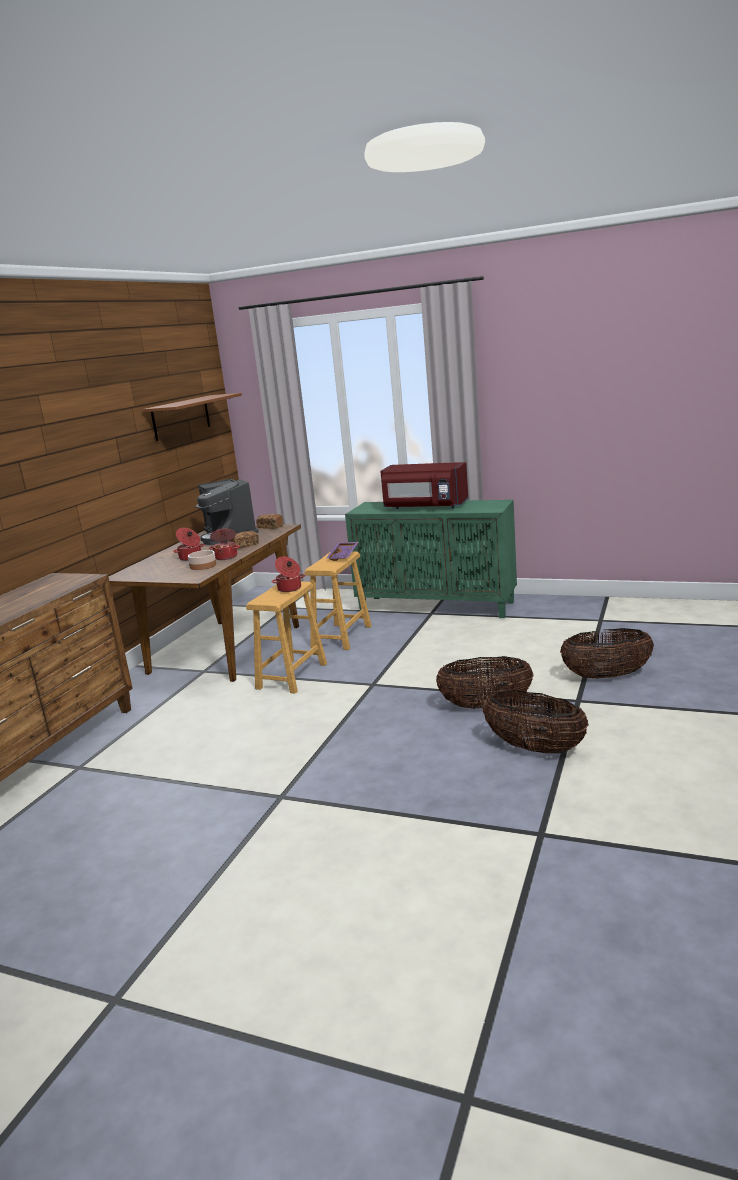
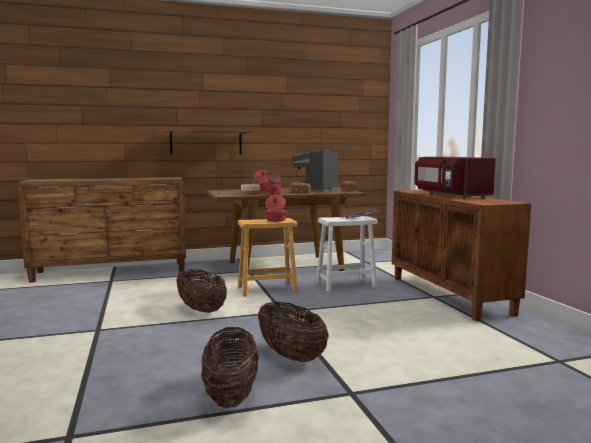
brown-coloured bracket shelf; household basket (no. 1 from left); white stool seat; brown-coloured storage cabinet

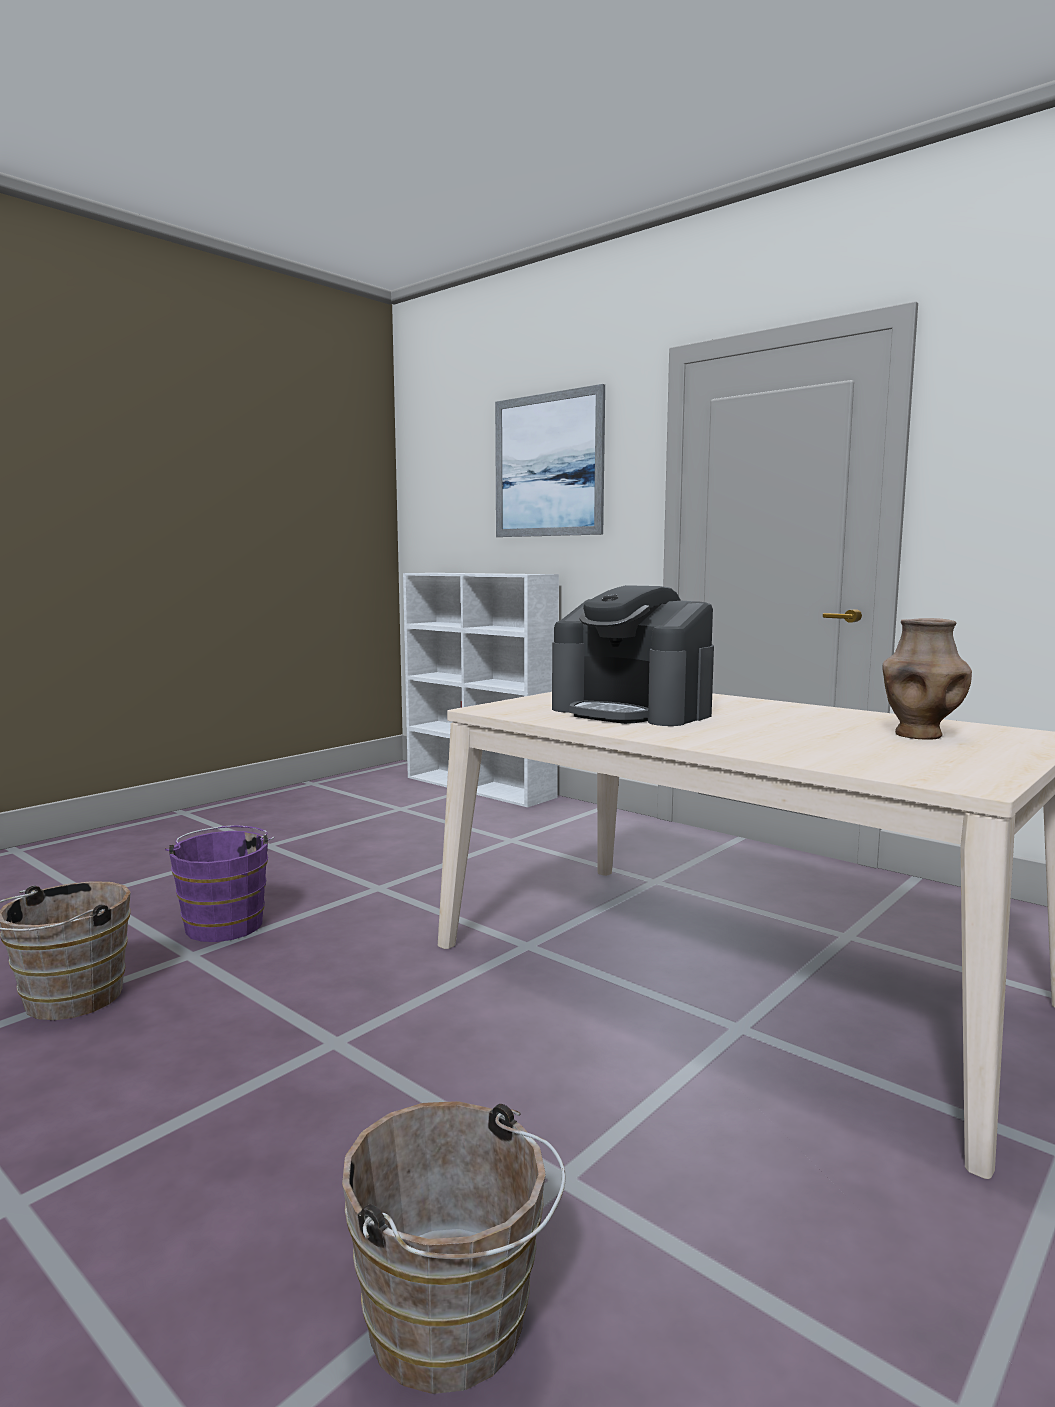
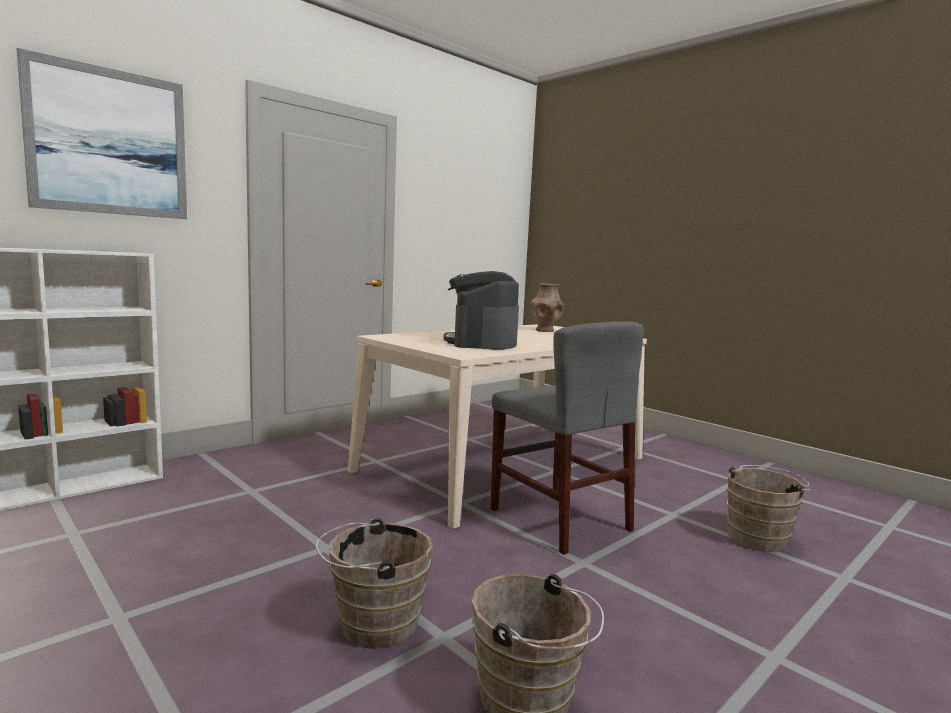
brown-coloured bucket (no. 1 from left); coffee machine; grey upright chair

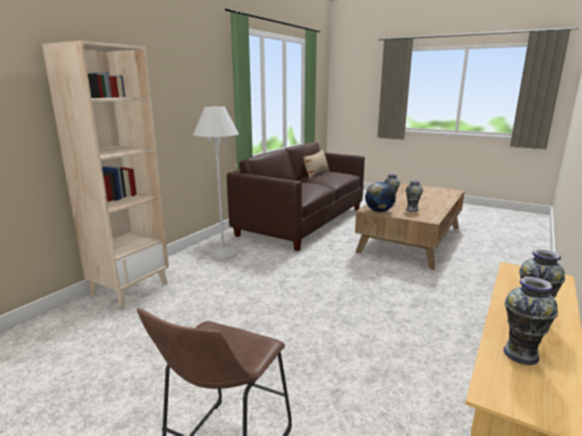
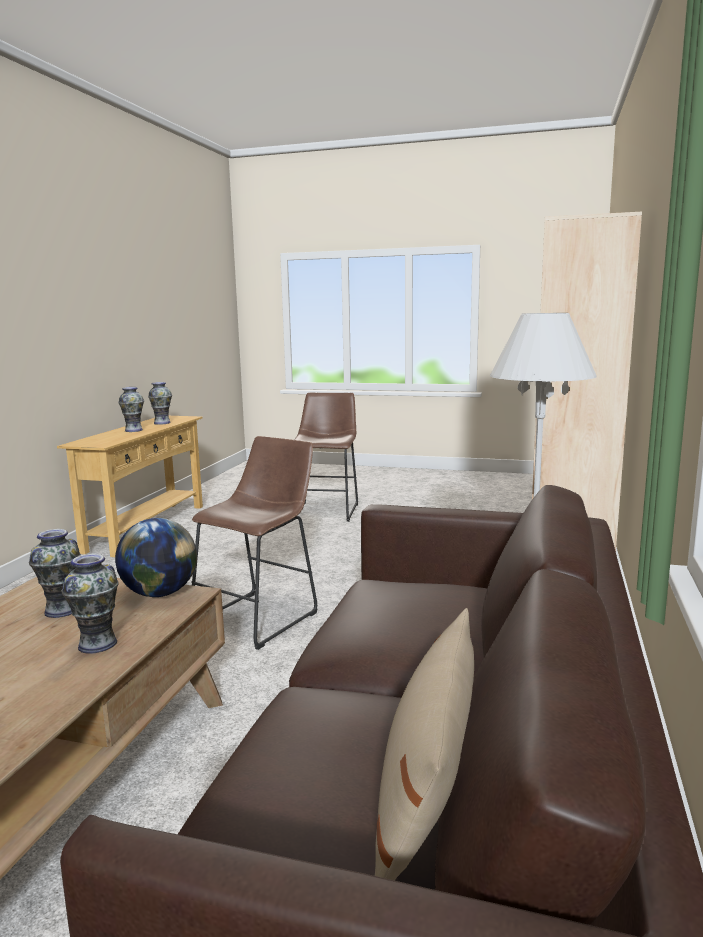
brown-coloured stool seat (no. 1 from left)

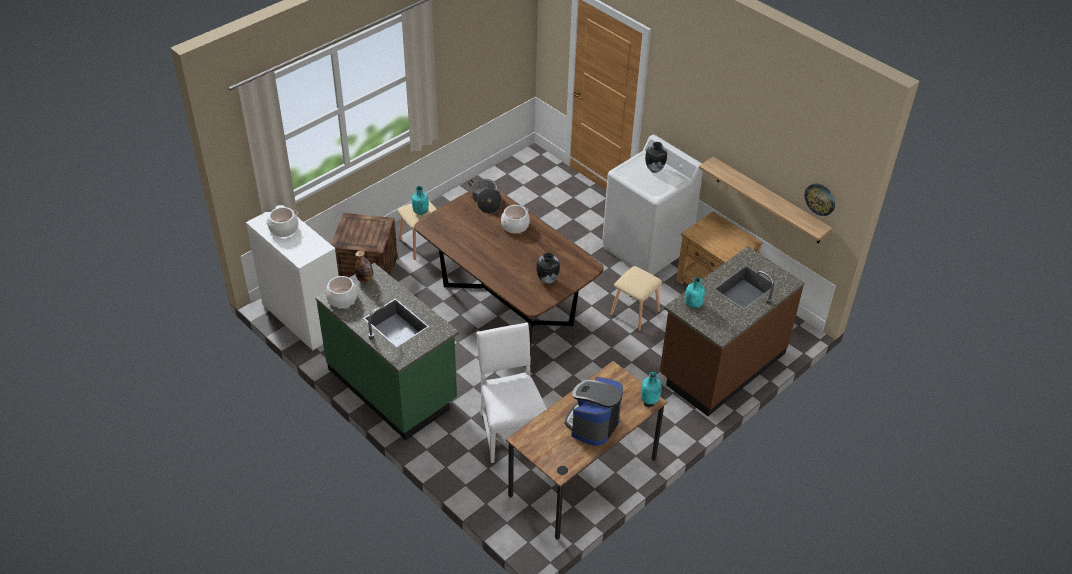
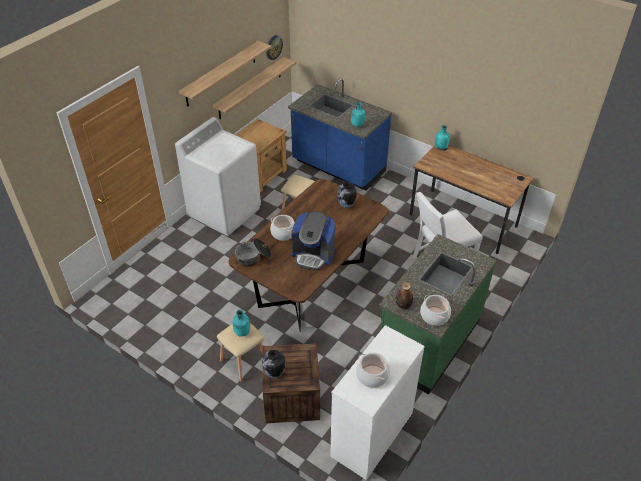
bracket shelf (no. 1 from left); decorative vase (no. 1 from left); bluish kitchen base unit; coffee machine

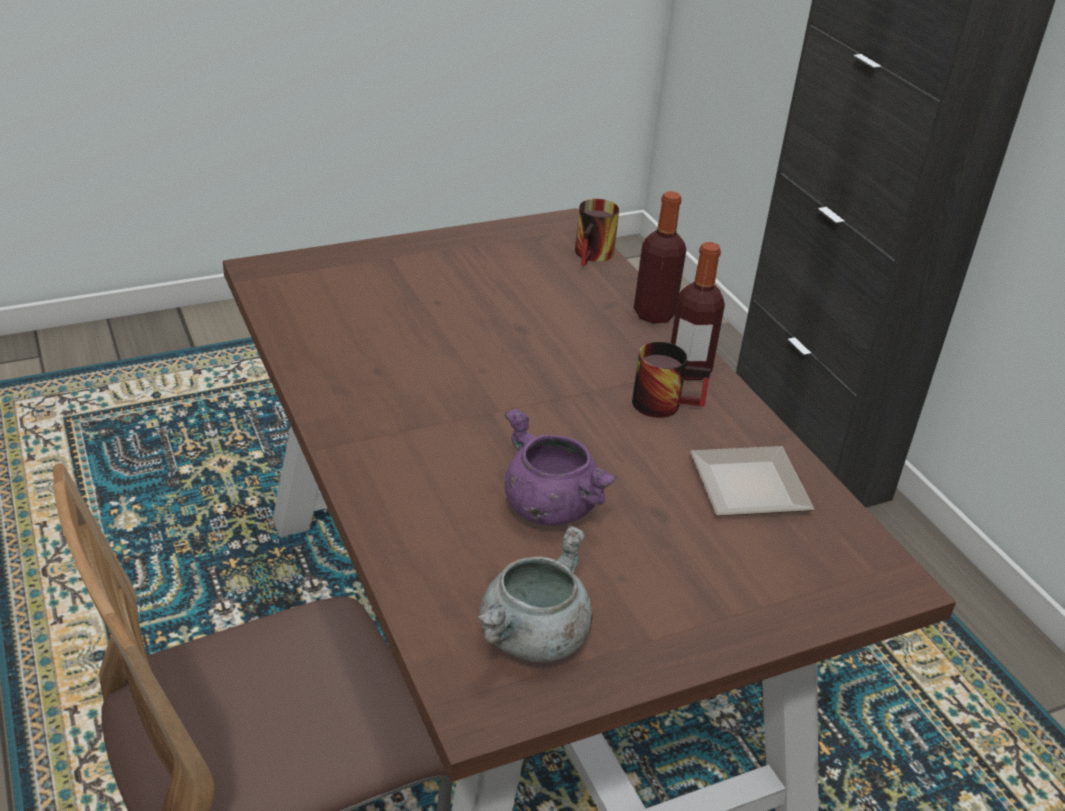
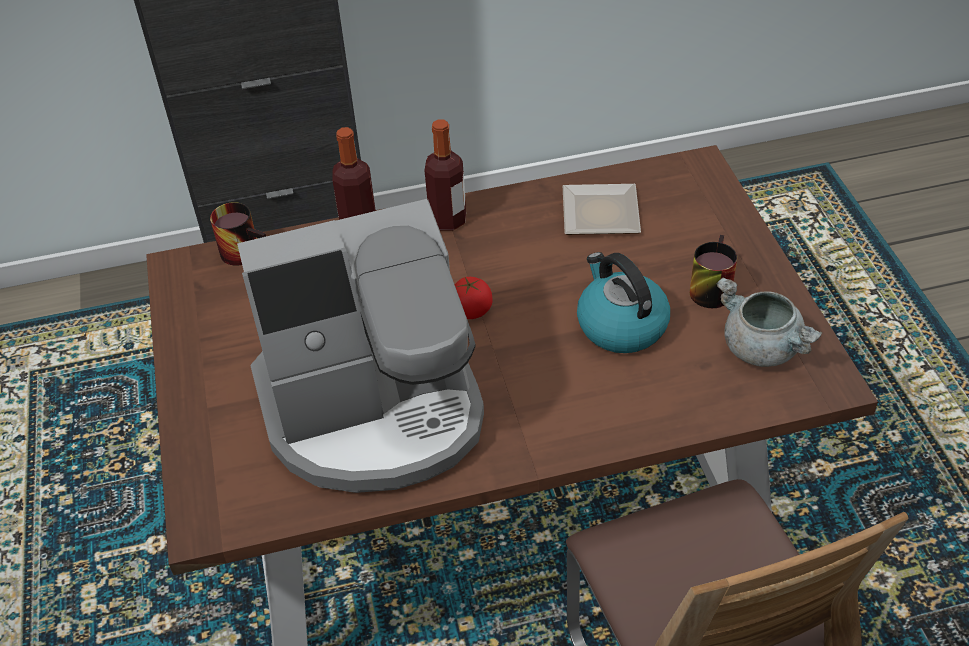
coffee machine; tomato; kettle; coffee mug (no. 2 from left)

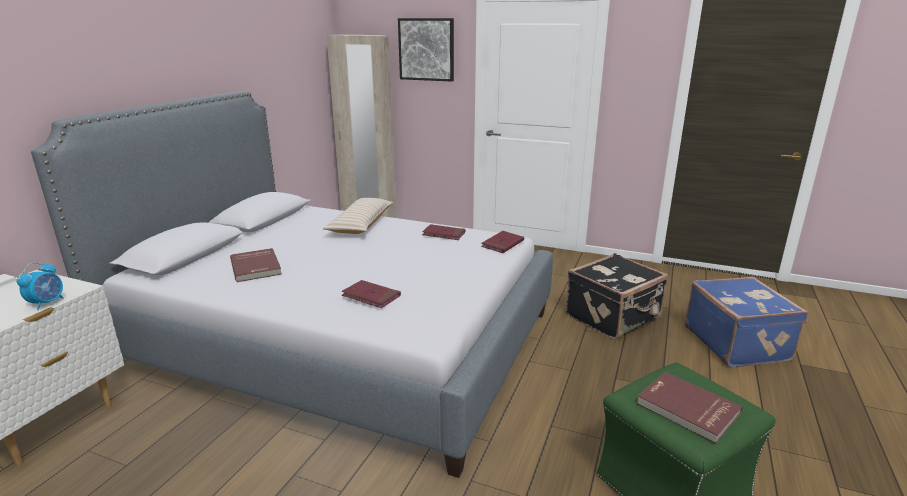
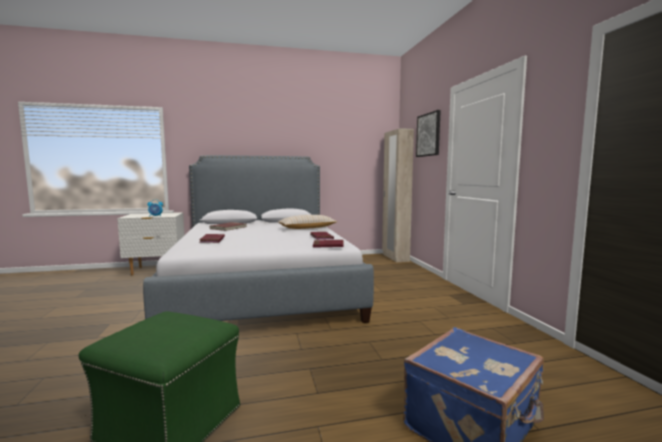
blackish piece of luggage; red bound book (no. 5 from left in the first image)

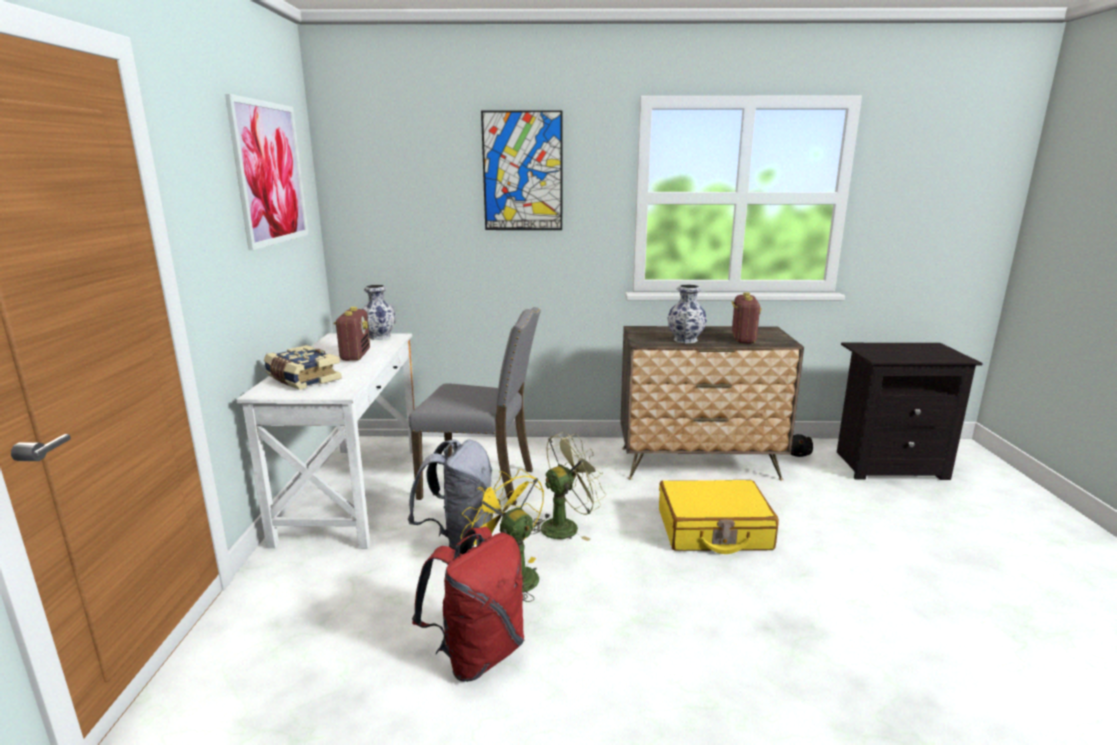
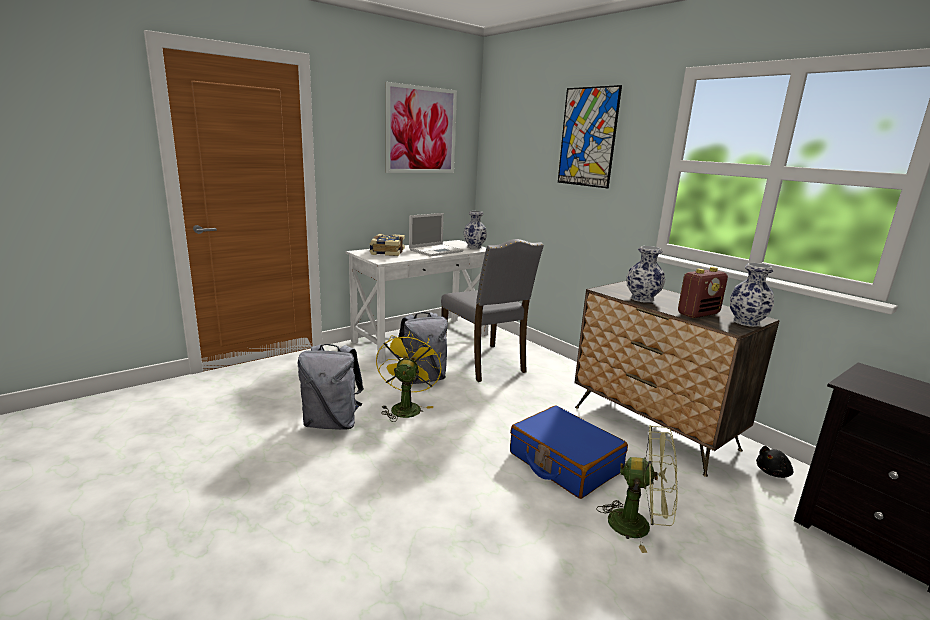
grey backpack (no. 1 from left); notebook computer; bluish piece of luggage; green-coloured fan; decorative vase (no. 3 from left)

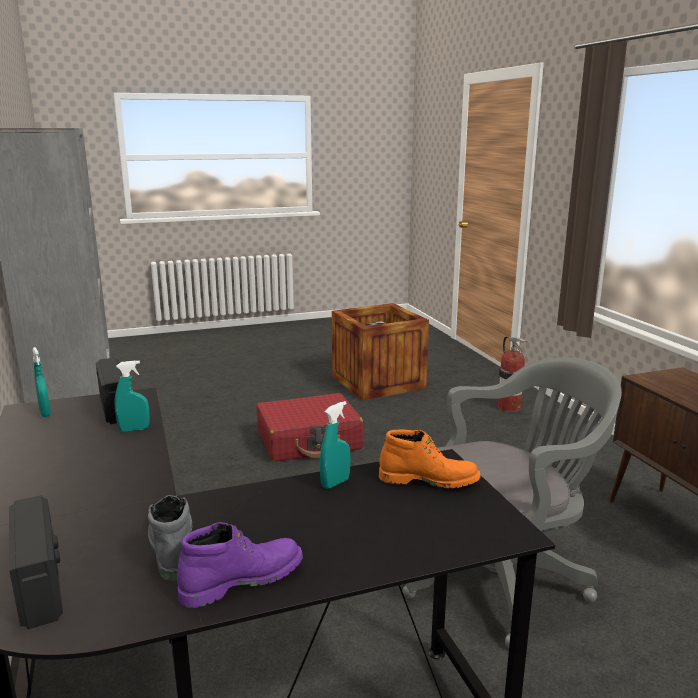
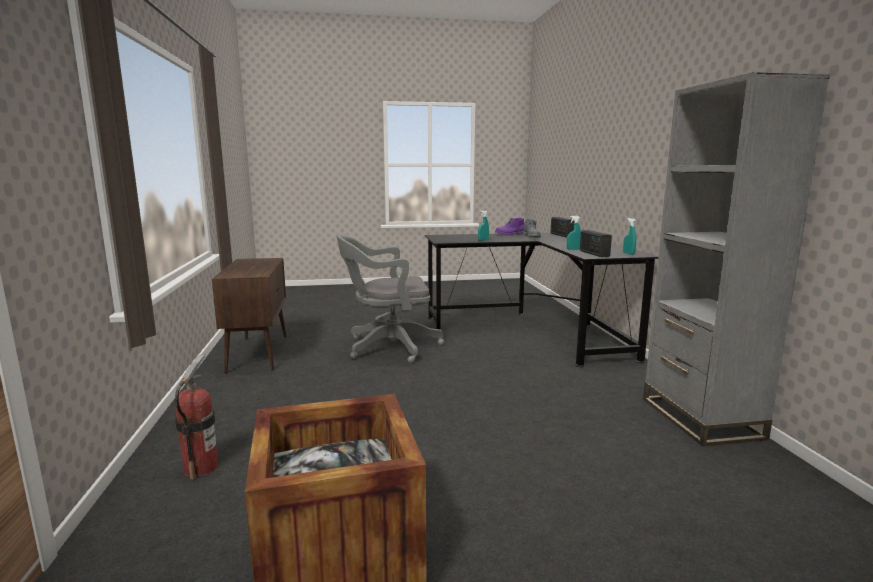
red piece of luggage; orangey tall boot

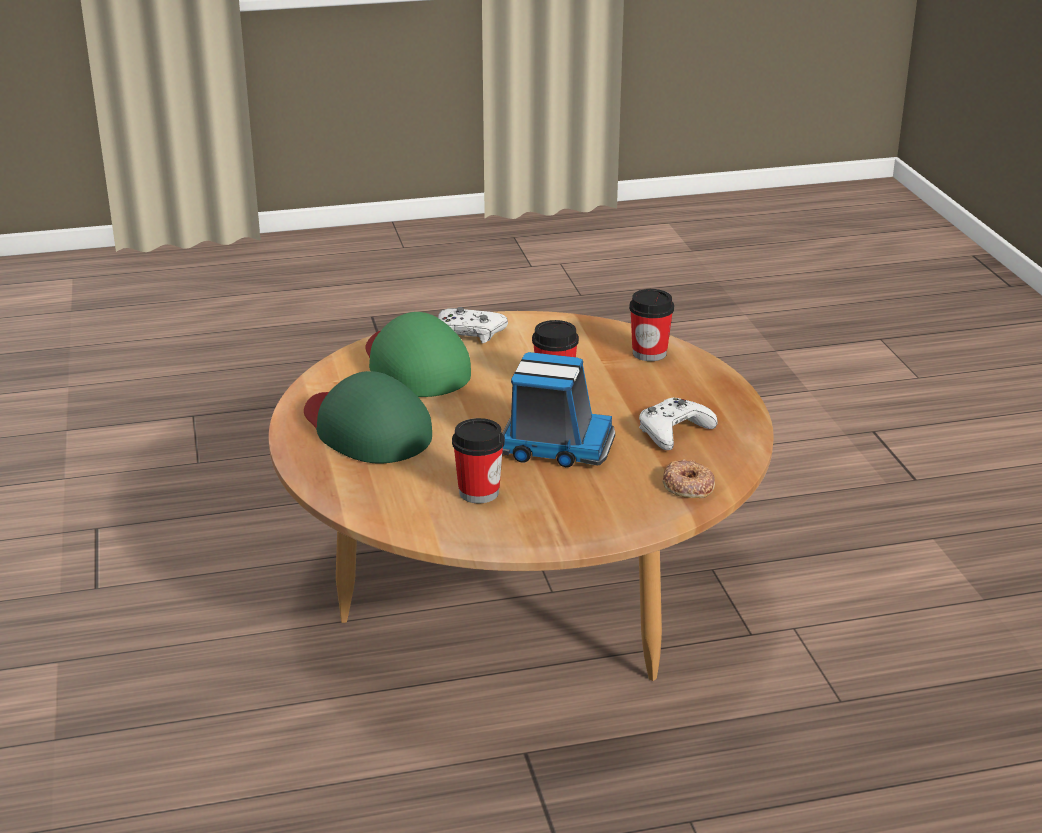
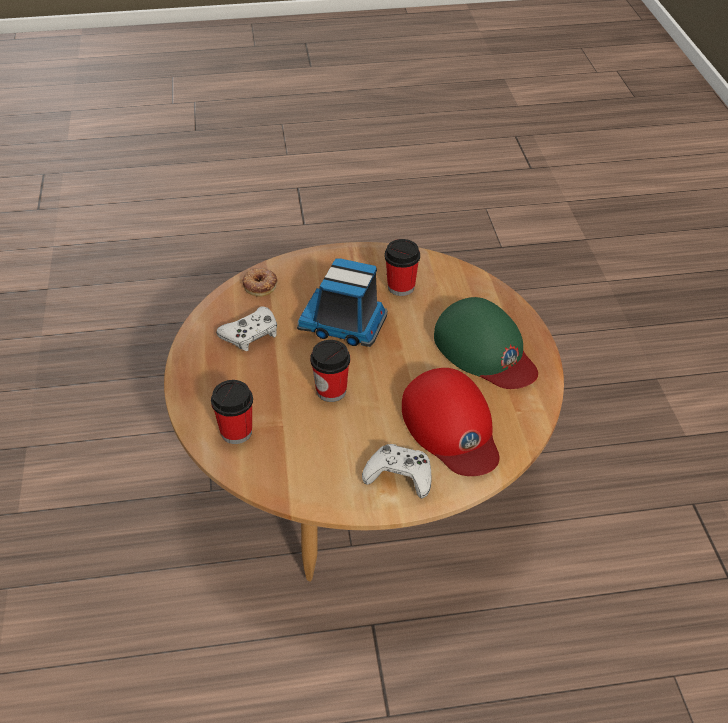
red cap

